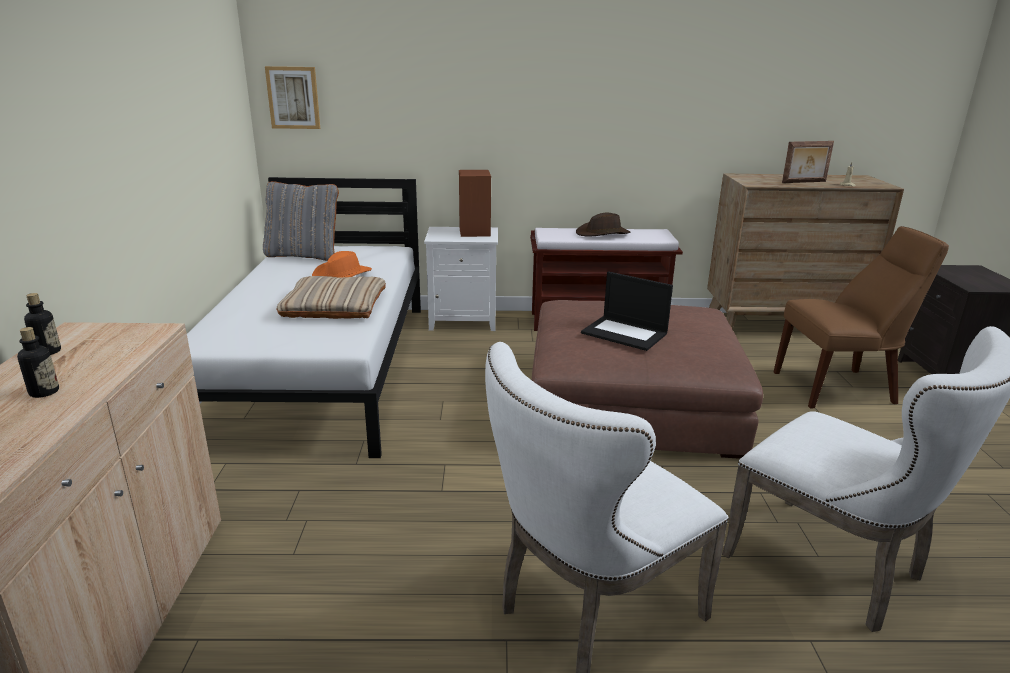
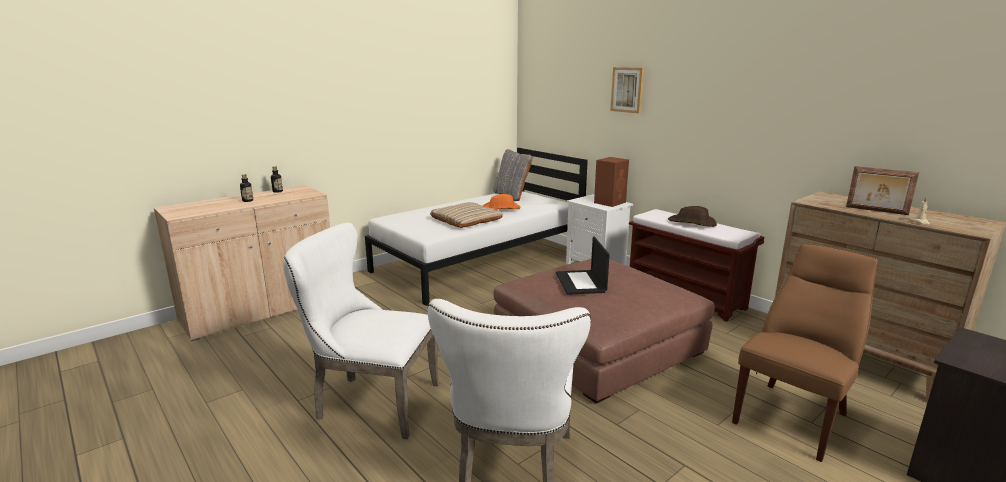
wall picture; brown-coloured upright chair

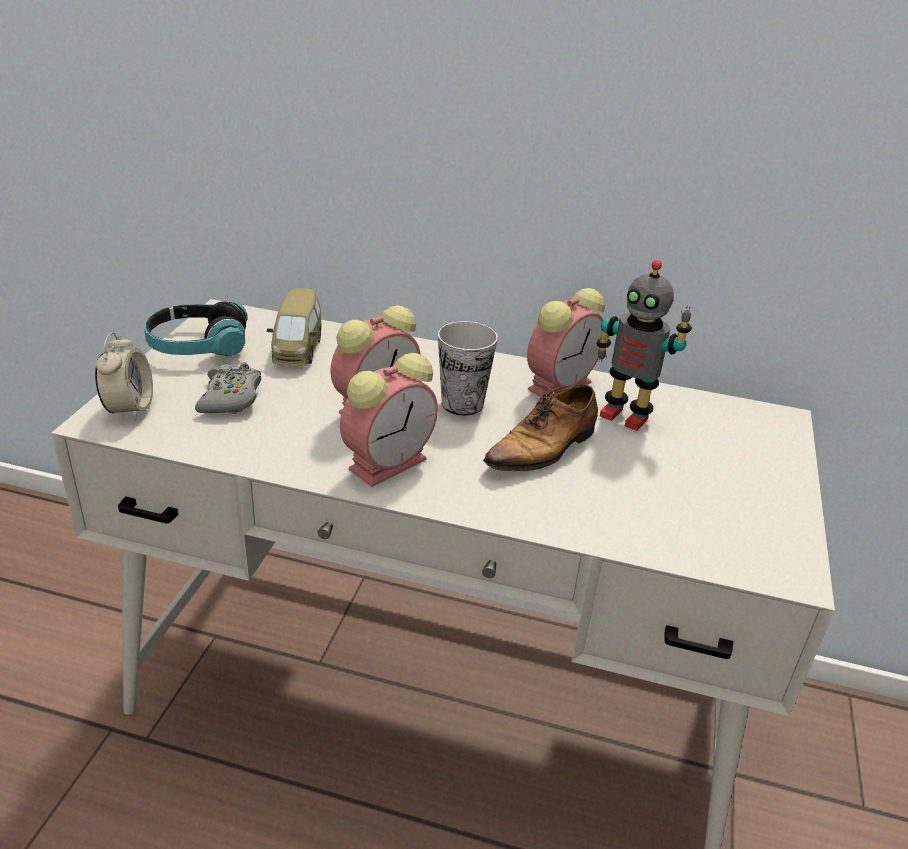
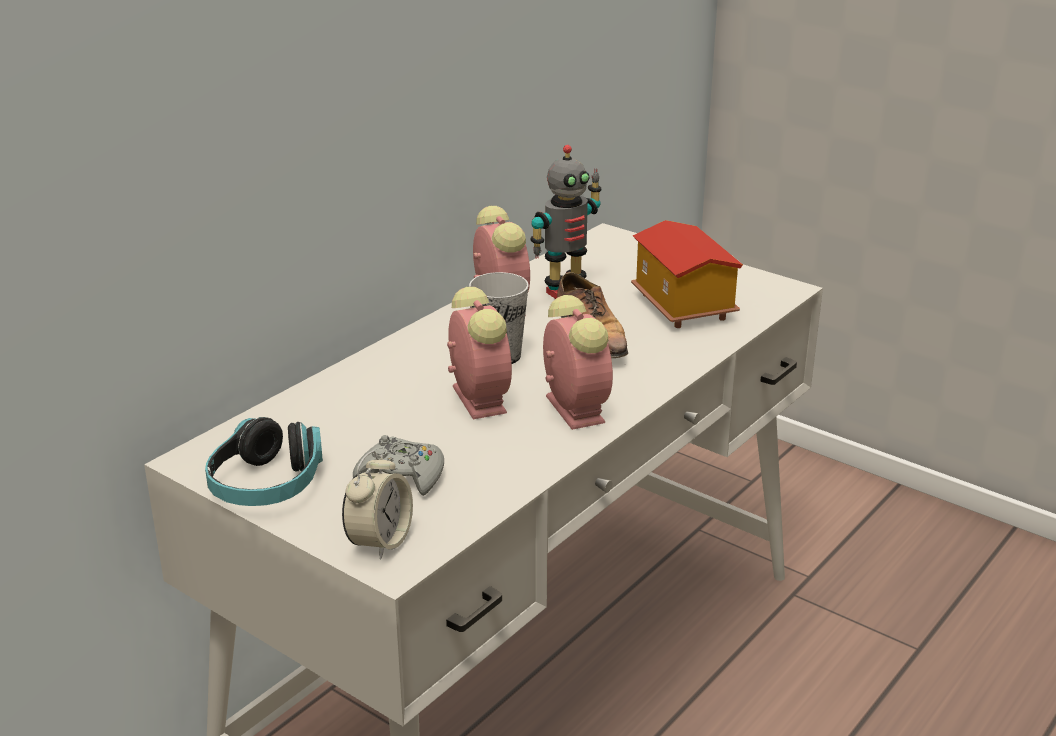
alarm clock (no. 1 from left); miniature house; model car

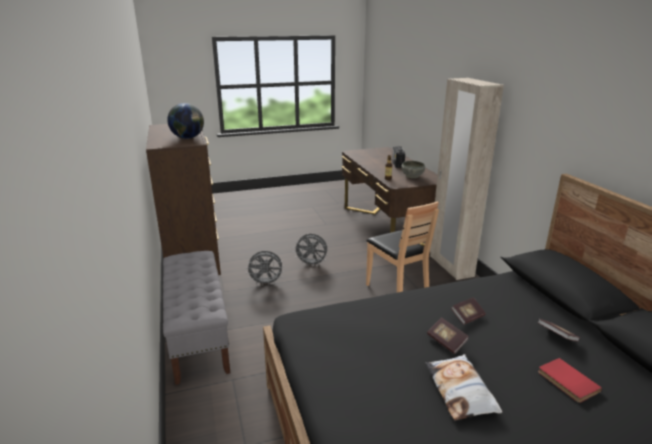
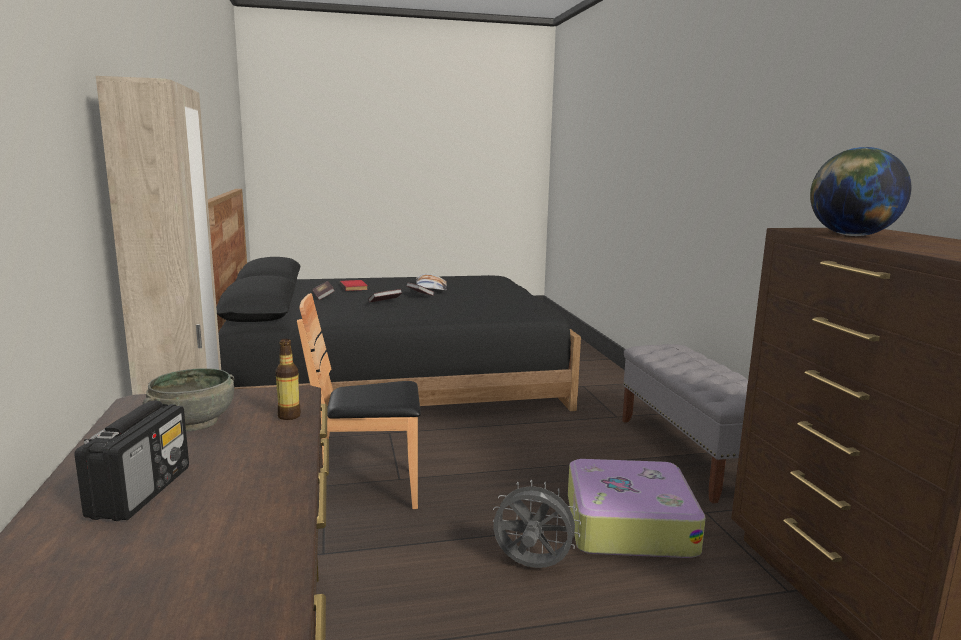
brown-coloured upright chair; piece of luggage

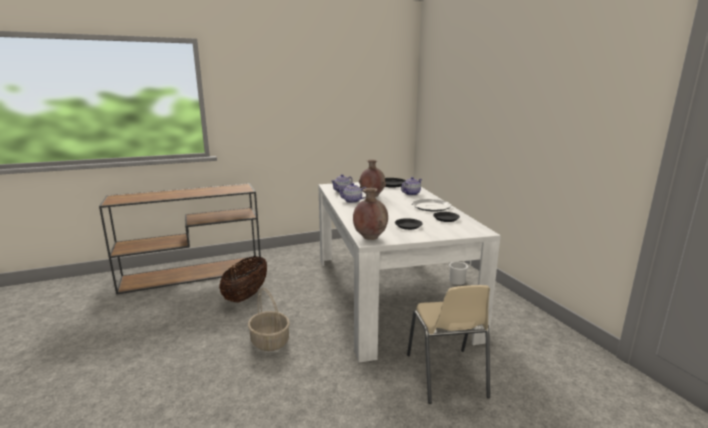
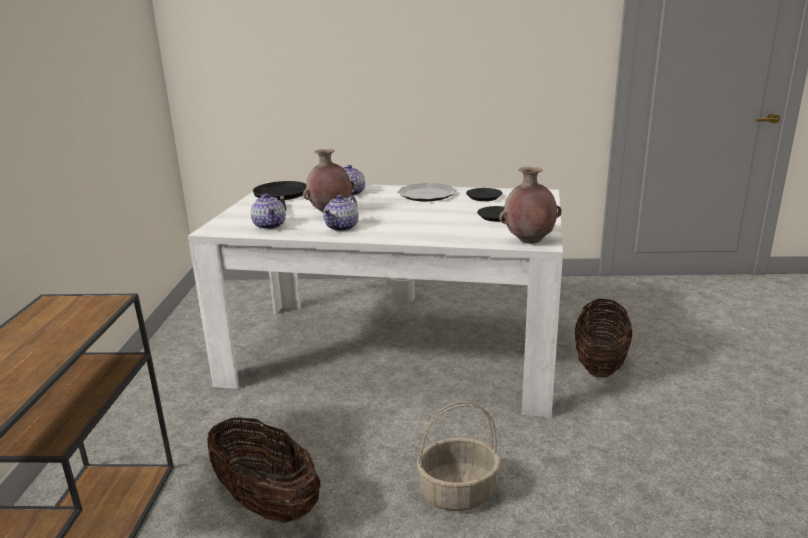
household basket (no. 3 from left)

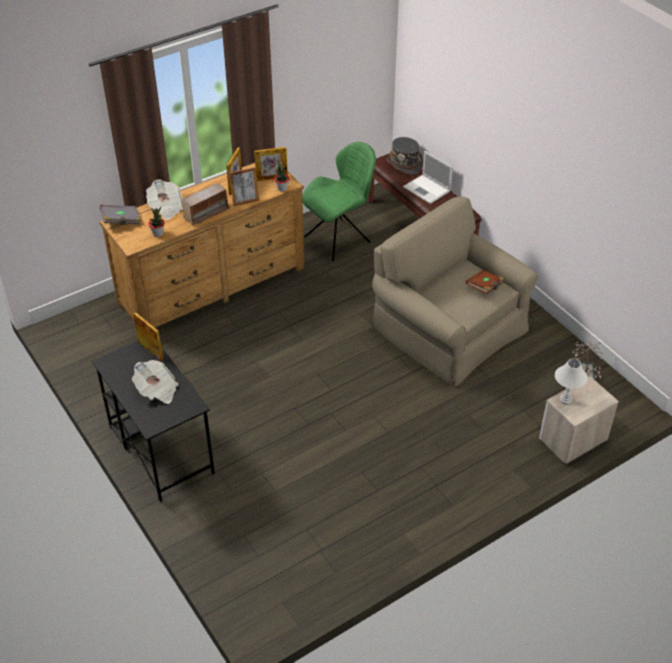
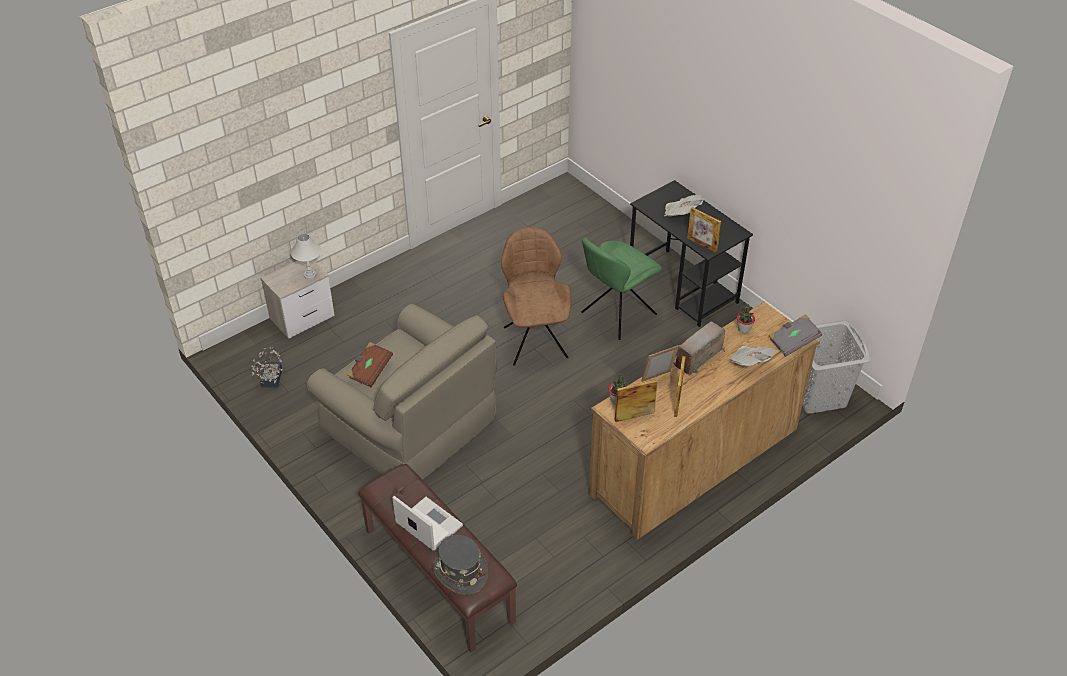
brown-coloured upright chair; green-coloured upright chair; grey washing basket

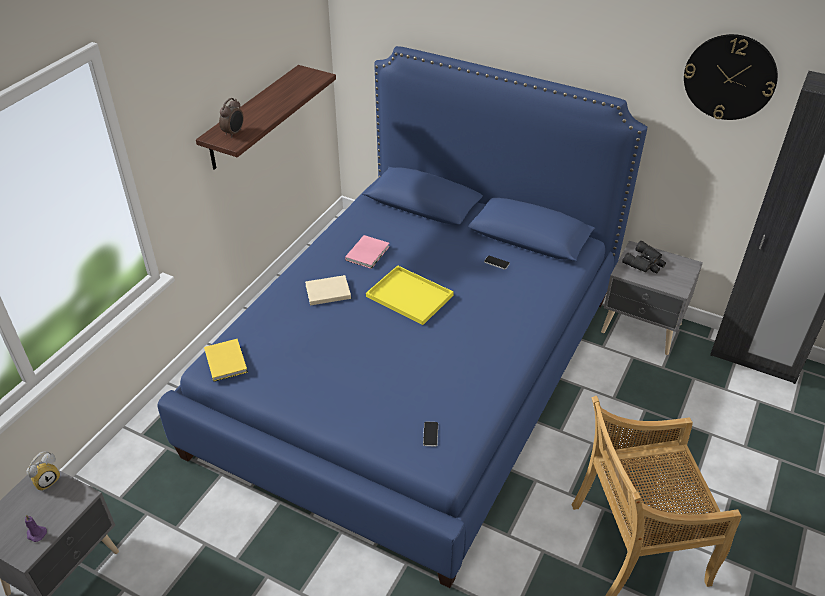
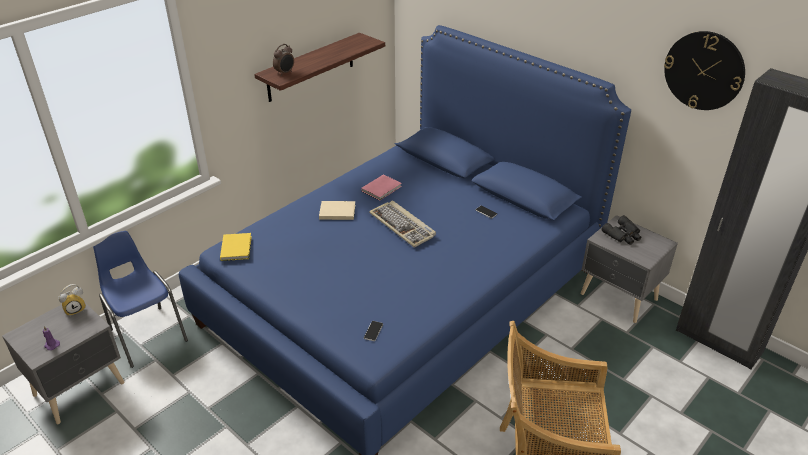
bluish upright chair; PC keyboard

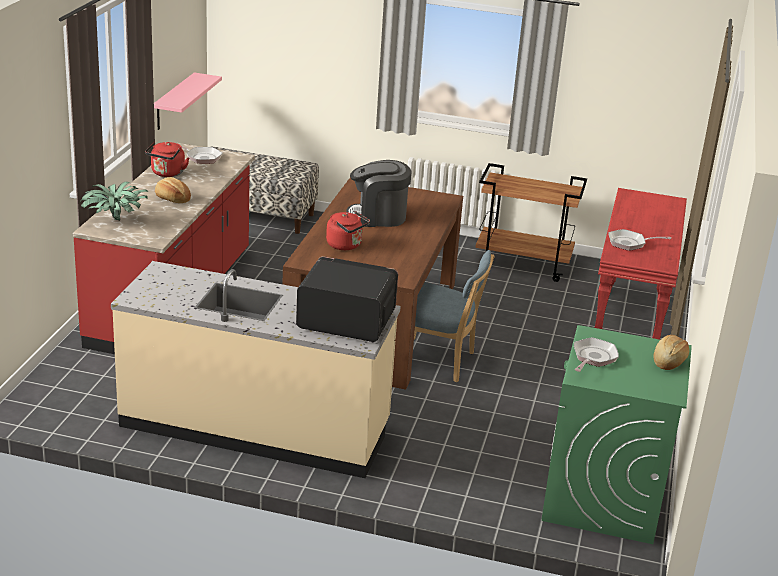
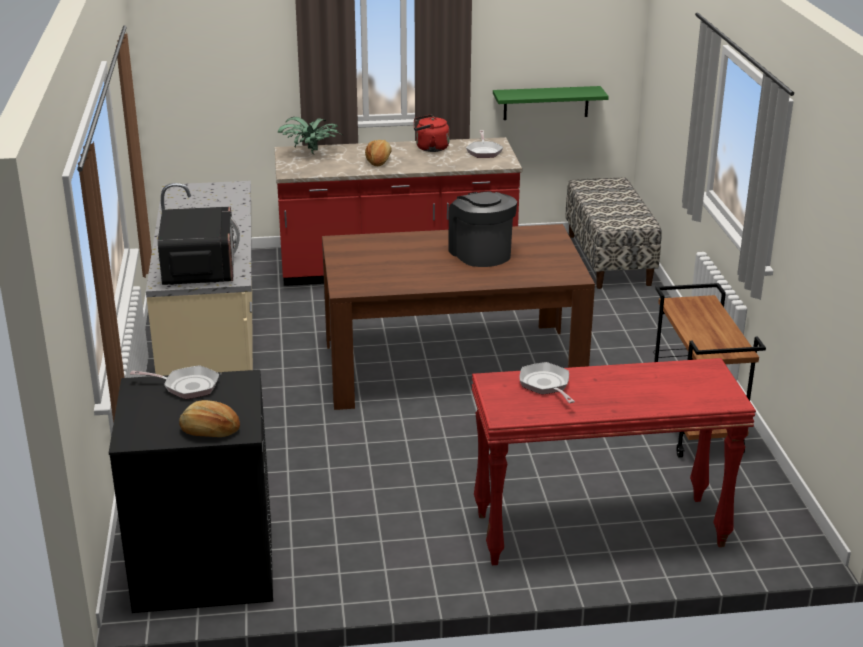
blackish laundry machine; green-coloured bracket shelf; red kettle (no. 2 from left in the first image); bluish upright chair

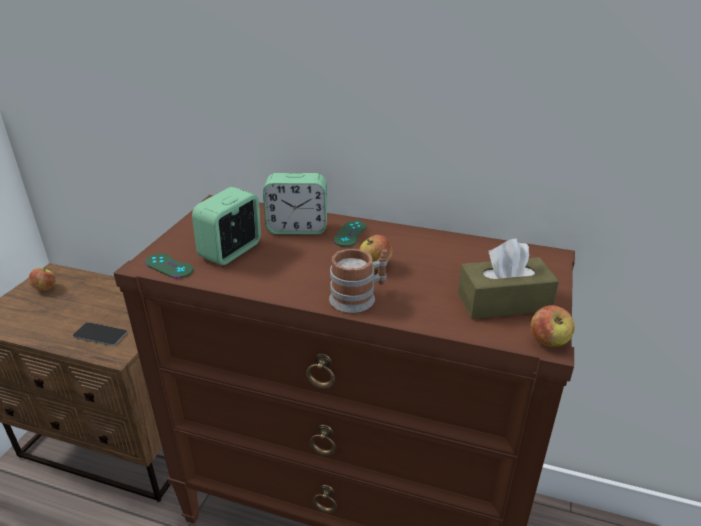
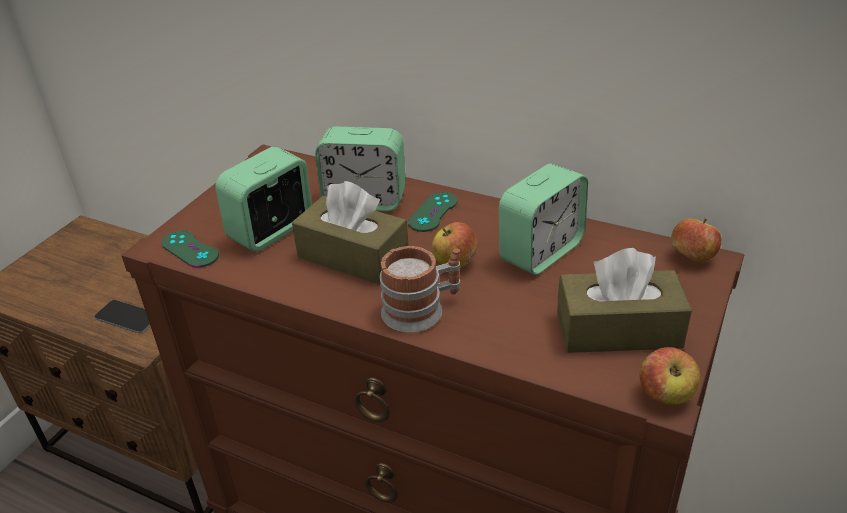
brown-coloured tissue box (no. 1 from left); alarm clock (no. 3 from left); apple (no. 3 from left)

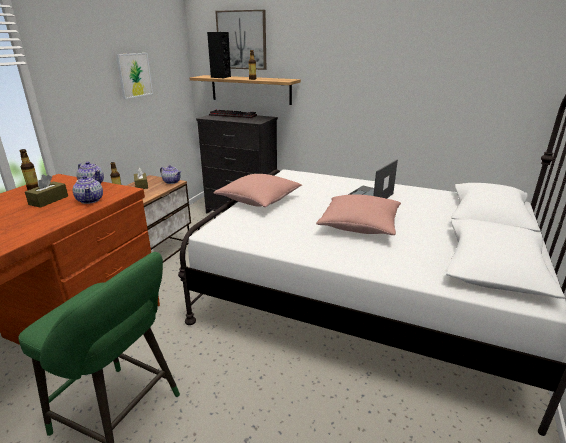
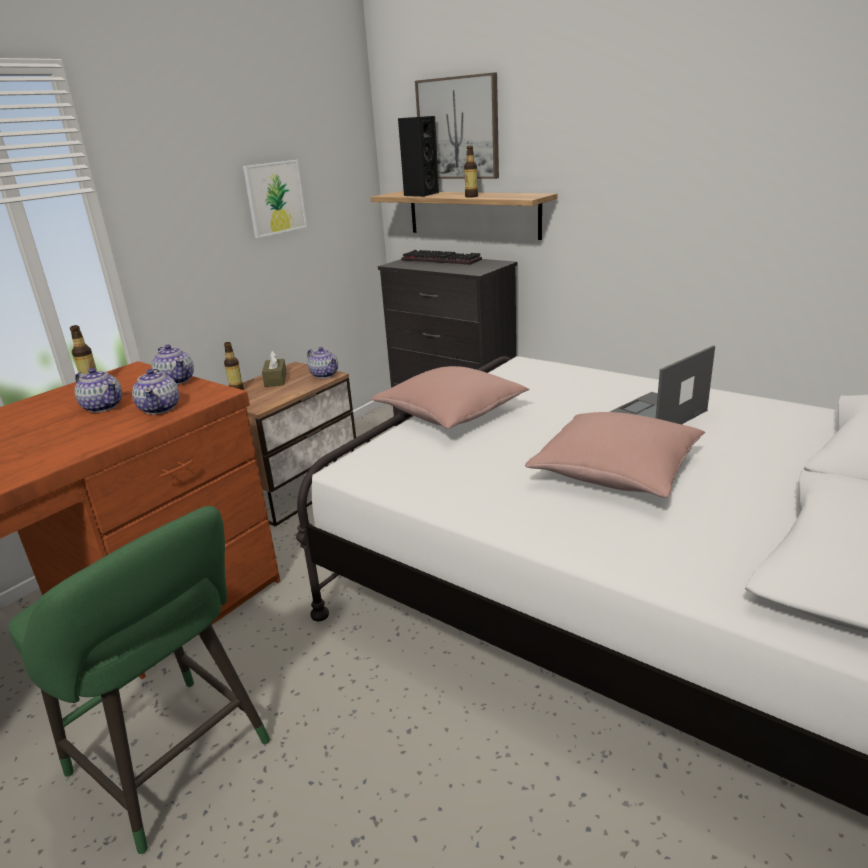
tea pot (no. 1 from left)

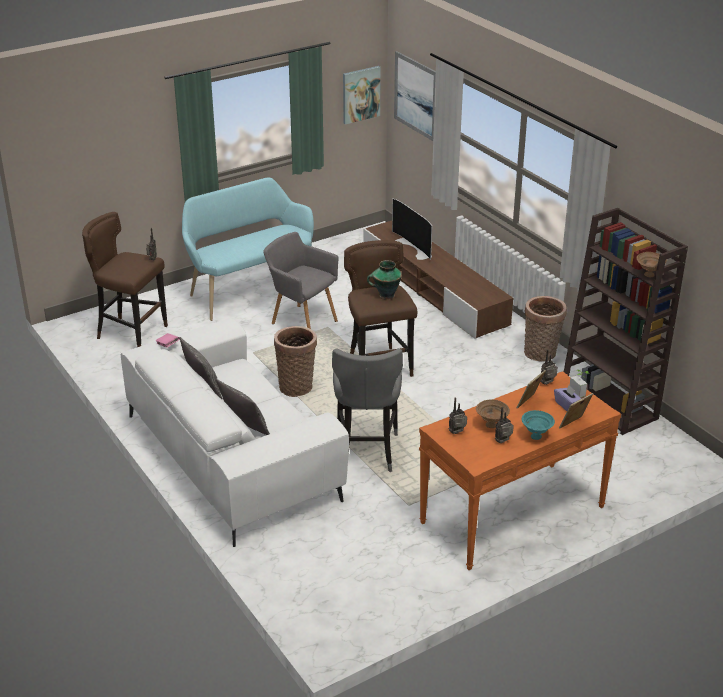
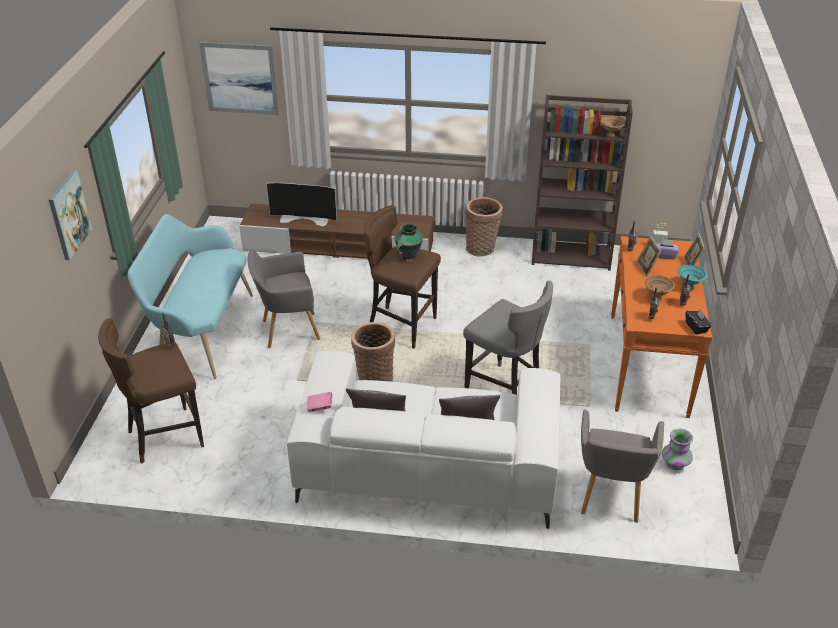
wall picture (no. 1 from left); grey armchair (no. 2 from left); decorative vase (no. 2 from left); blackish tissue box

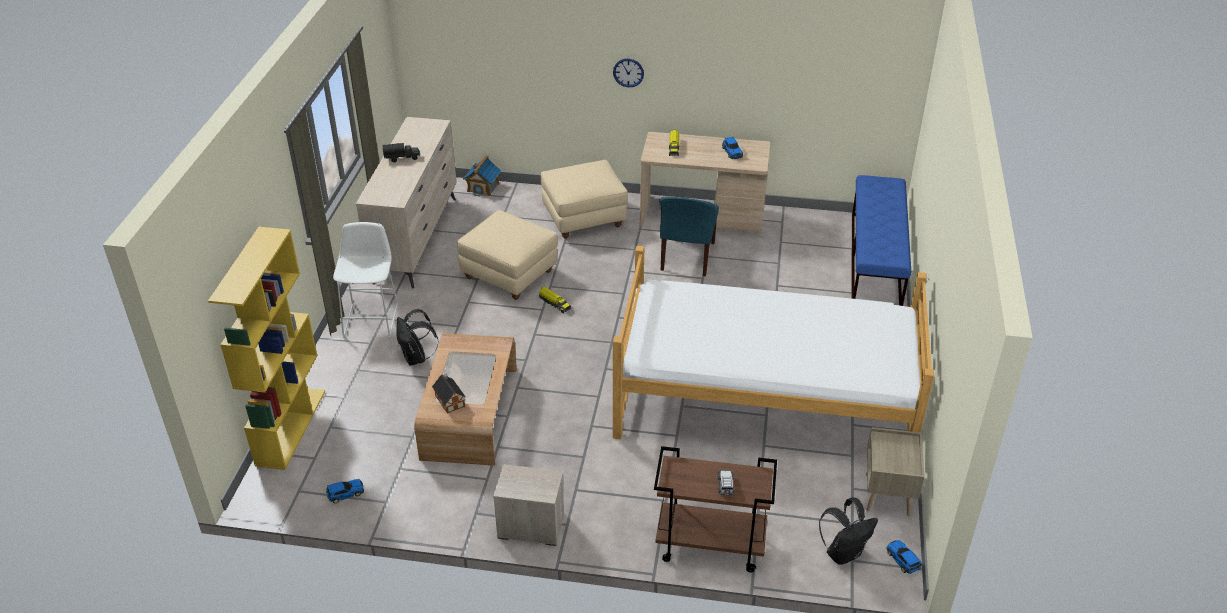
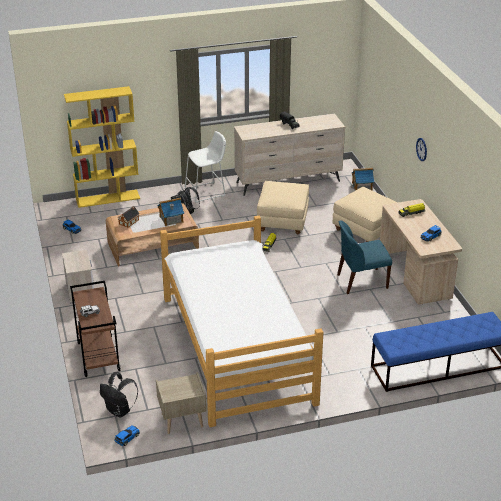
miniature house (no. 2 from left)

